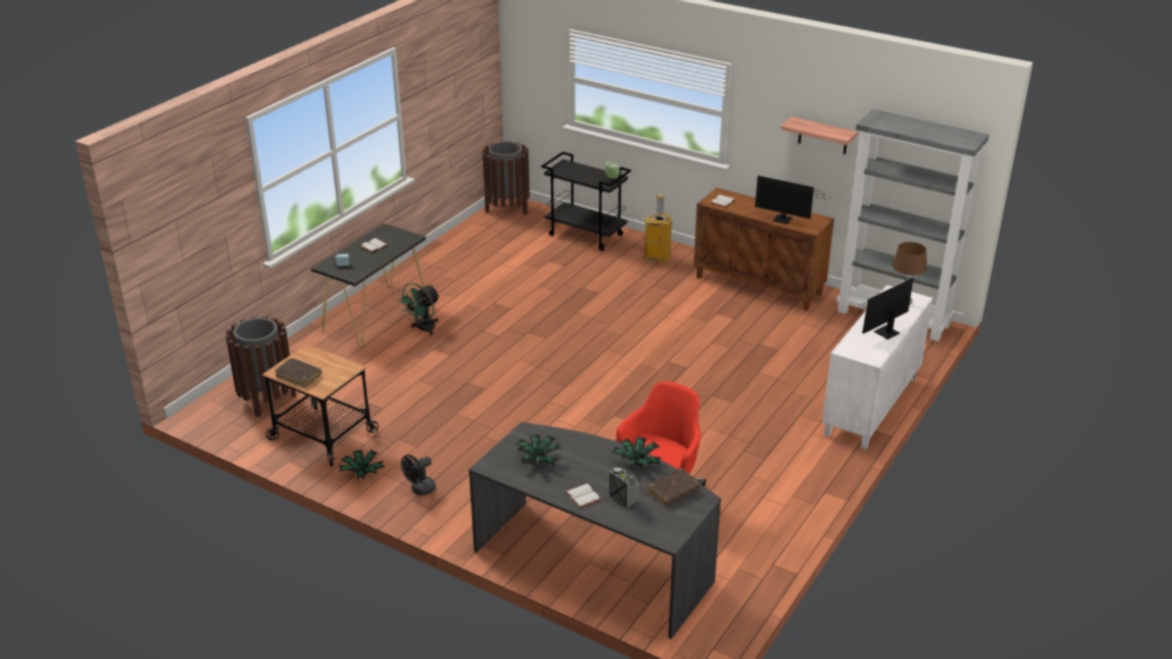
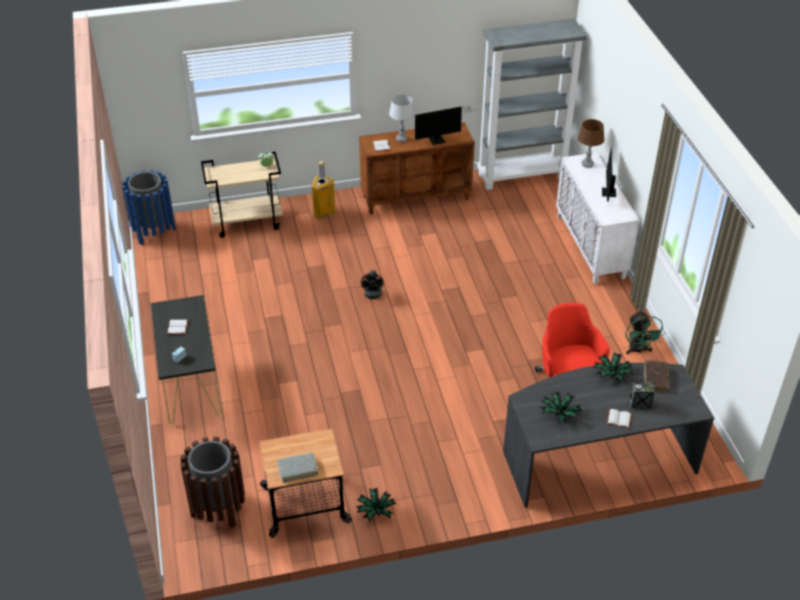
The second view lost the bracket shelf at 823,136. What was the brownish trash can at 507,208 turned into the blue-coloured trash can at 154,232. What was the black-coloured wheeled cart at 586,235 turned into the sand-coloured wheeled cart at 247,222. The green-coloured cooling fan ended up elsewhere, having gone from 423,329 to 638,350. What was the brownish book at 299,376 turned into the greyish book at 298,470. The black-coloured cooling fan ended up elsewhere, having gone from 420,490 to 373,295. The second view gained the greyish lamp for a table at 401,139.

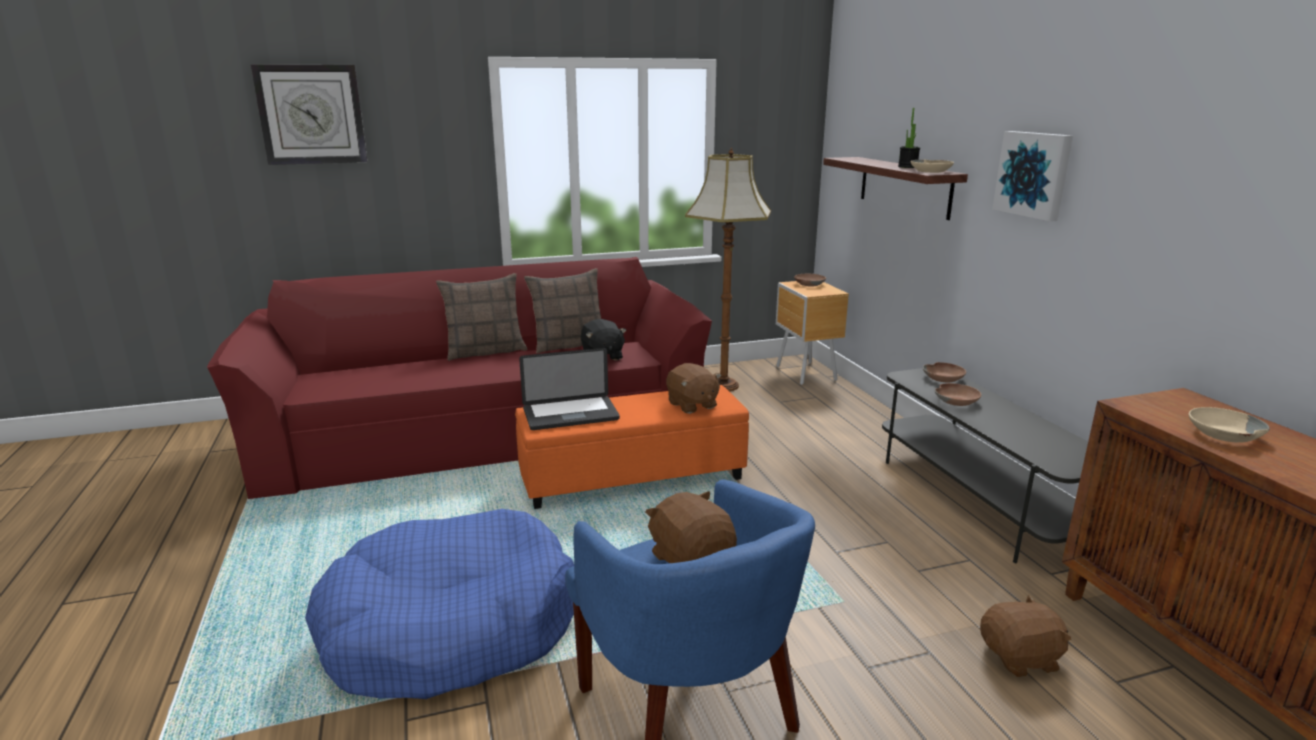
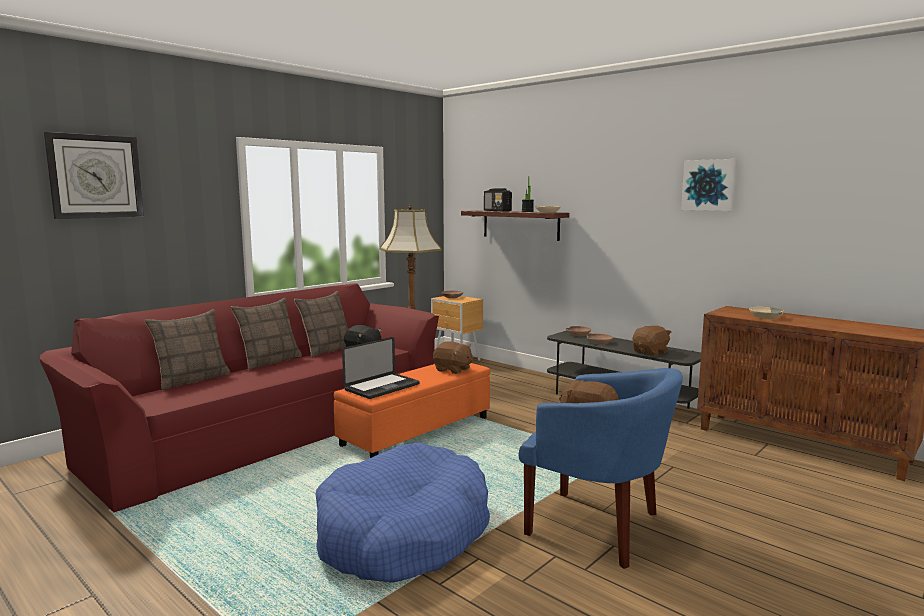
The wall picture ended up elsewhere, having gone from 1034,174 to 709,185. The brownish plush toy ended up elsewhere, having gone from 1020,658 to 650,352. The second view gained the radio set at 497,211. The second view gained the throw pillow at 192,380.

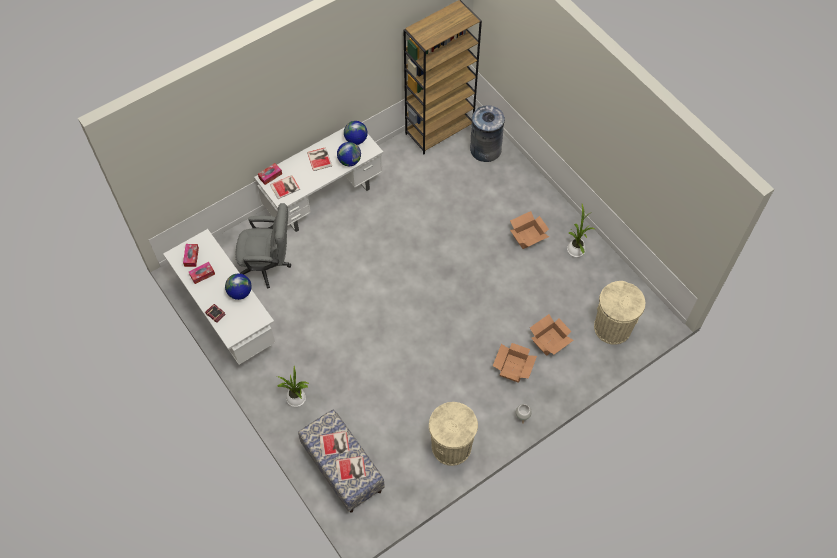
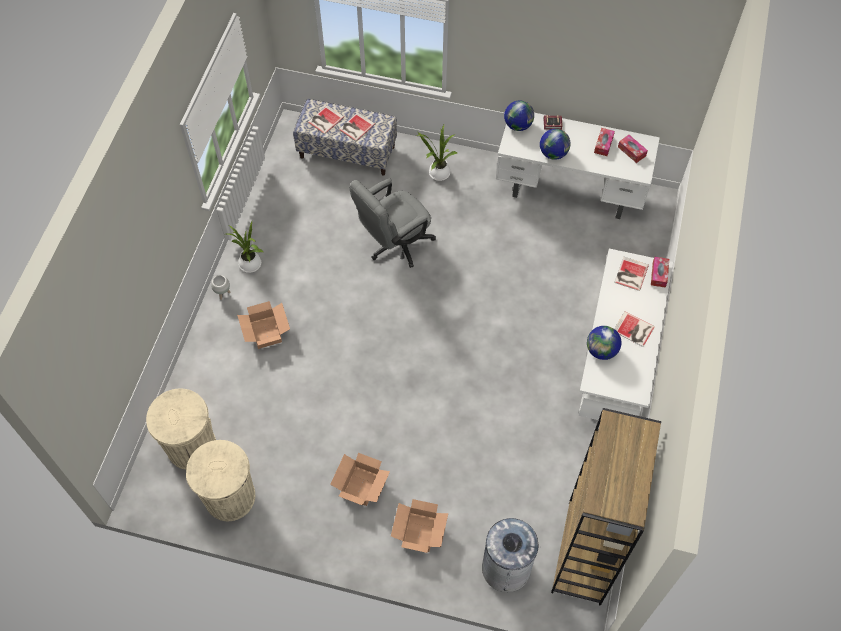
The desk globe ended up elsewhere, having gone from 356,140 to 518,125. The greyish desk chair ended up elsewhere, having gone from 268,266 to 394,245. The plant in a pot ended up elsewhere, having gone from 576,248 to 251,265. The cardboard box ended up elsewhere, having gone from 549,341 to 420,532. The sand-coloured trash can ended up elsewhere, having gone from 451,446 to 230,497.

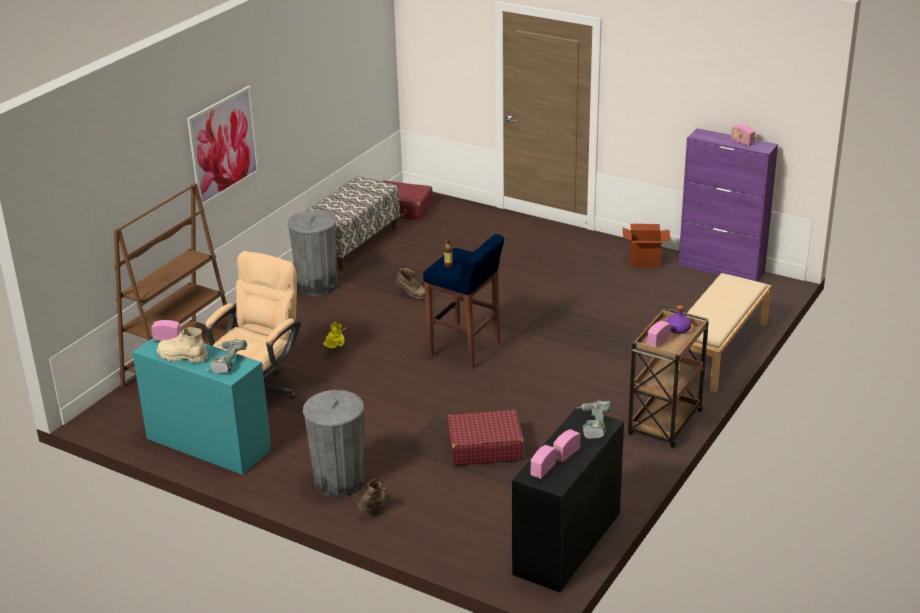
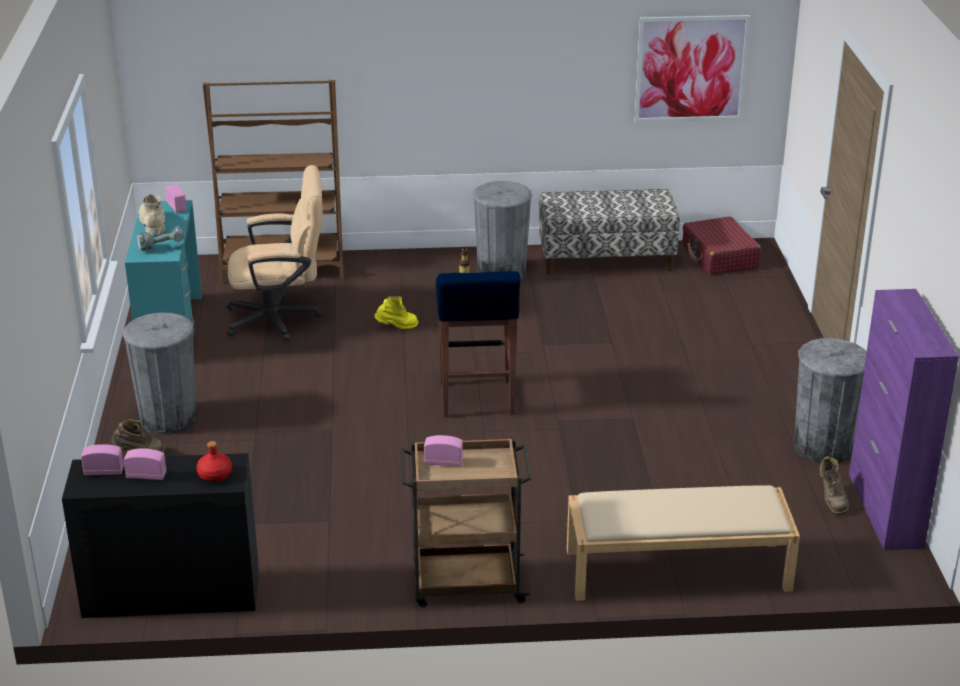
The wall picture ended up elsewhere, having gone from 223,146 to 691,68. The second view lost the radio set at 742,143. Where the cardboard box stood at 644,261, the greyish trash can came to stand at 822,447. The brownish tall boot ended up elsewhere, having gone from 411,294 to 832,500. The second view lost the purple-coloured bottle at 677,329. Where the drill stood at 592,426, the red bottle came to stand at 214,474. The second view lost the red suitcase at 484,447.

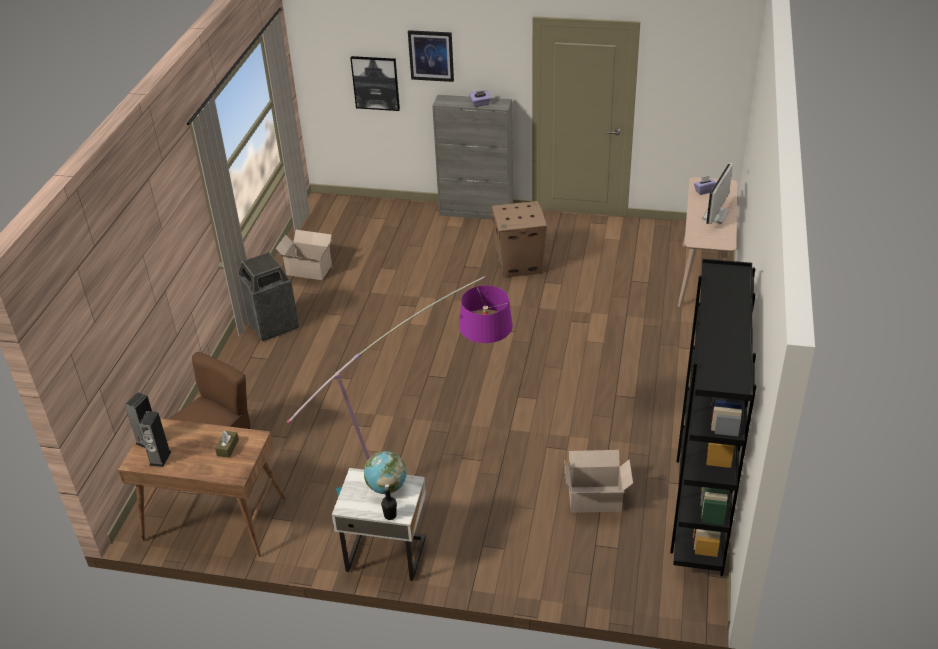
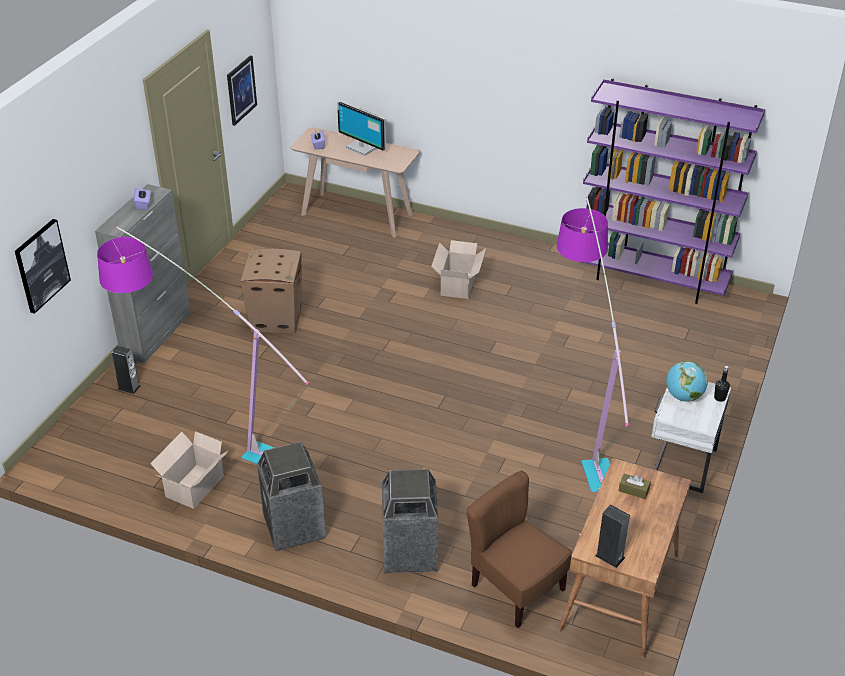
The wall picture ended up elsewhere, having gone from 431,55 to 241,90. What was the black-coloured bookshelf at 699,508 turned into the purple-coloured bookshelf at 651,280. The loudspeaker ended up elsewhere, having gone from 160,458 to 129,387. The cardboard box ended up elsewhere, having gone from 596,499 to 458,284. The second view gained the floor lamp at 202,432. The second view gained the trash can at 409,553.

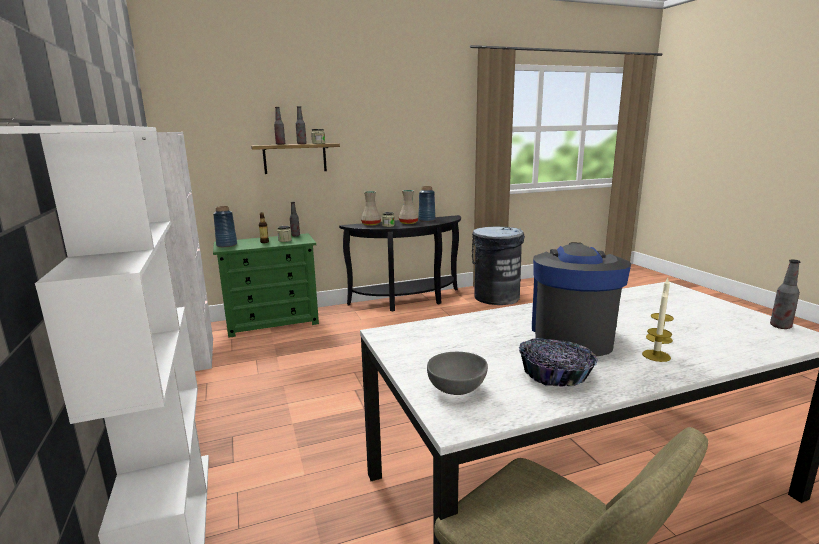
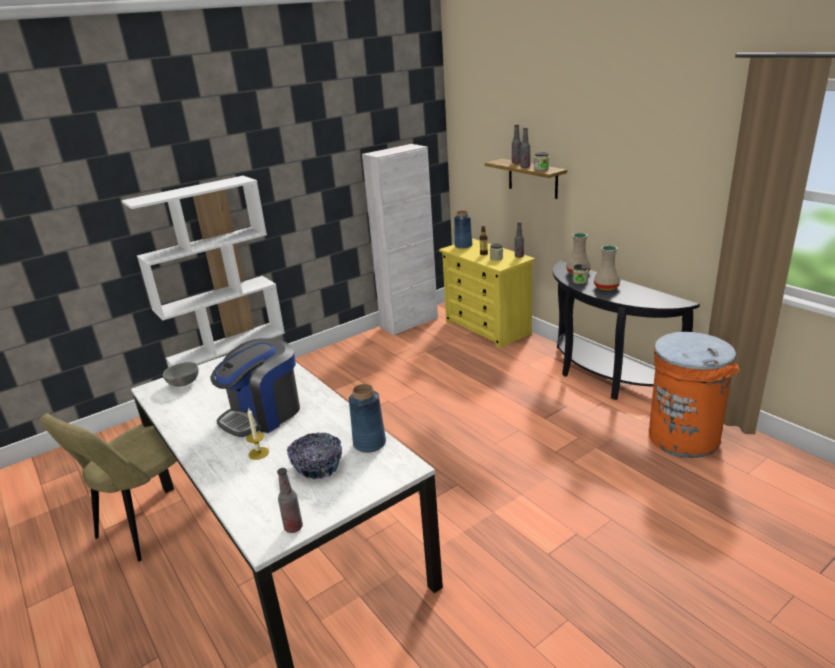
The blue-coloured decorative vase ended up elsewhere, having gone from 427,220 to 369,443. What was the greyish trash can at 496,297 turned into the orange trash can at 683,437. What was the green-coloured dresser at 273,322 turned into the yellow-coloured dresser at 487,328. The coffee maker at 571,335 ended up facing another way, 135 degrees clockwise from before. The second view lost the candle at 656,355. The deep dish ended up elsewhere, having gone from 555,375 to 317,466.

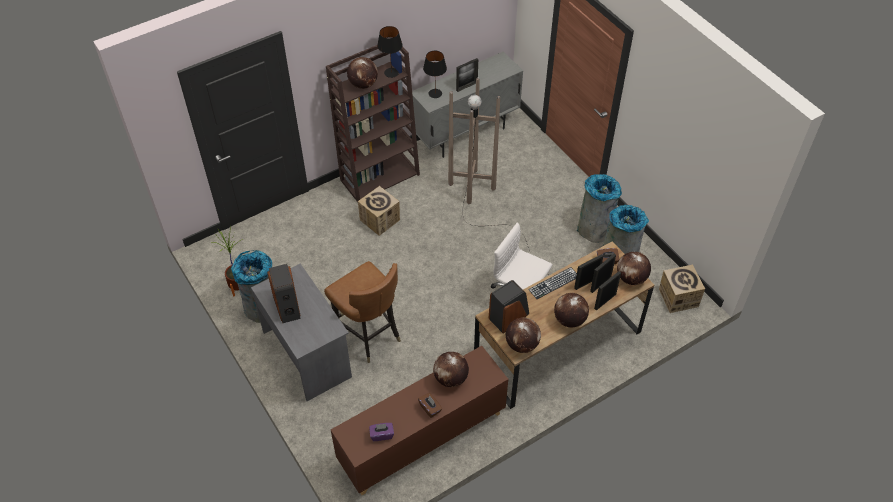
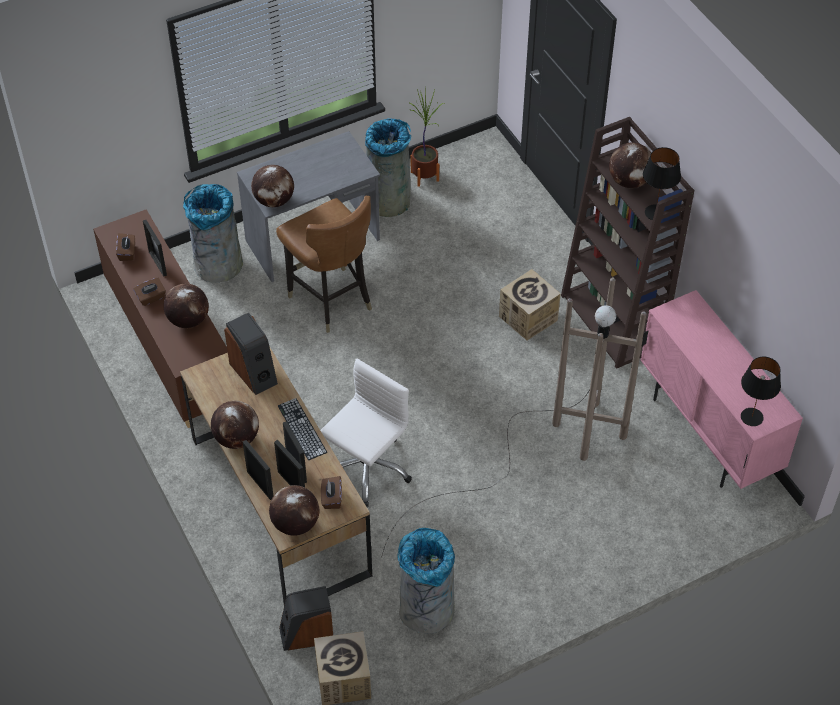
The black-coloured lamp for a table ended up elsewhere, having gone from 435,93 to 752,417. What was the greyish cabinet at 466,134 turned into the pinkish cabinet at 707,434. The standing frame ended up elsewhere, having gone from 467,86 to 157,263. The greyish trash can ended up elsewhere, having gone from 595,230 to 217,265. The brownish plain chair at 368,335 ended up facing another way, 90 degrees counterclockwise from before. The loudspeaker ended up elsewhere, having gone from 287,306 to 307,634. The desk globe ended up elsewhere, having gone from 522,344 to 274,201. What was the purple-coloured tissue box at 382,435 turned into the brownish tissue box at 127,252.

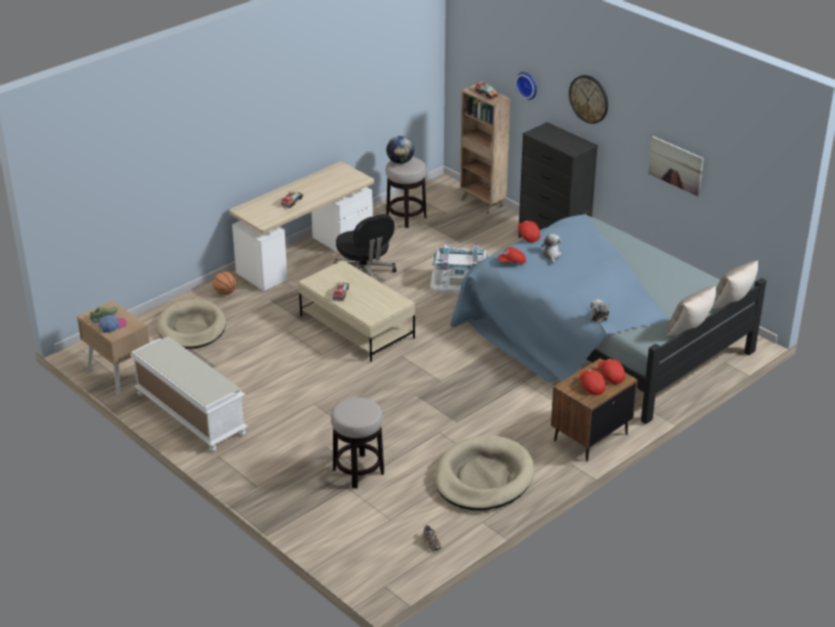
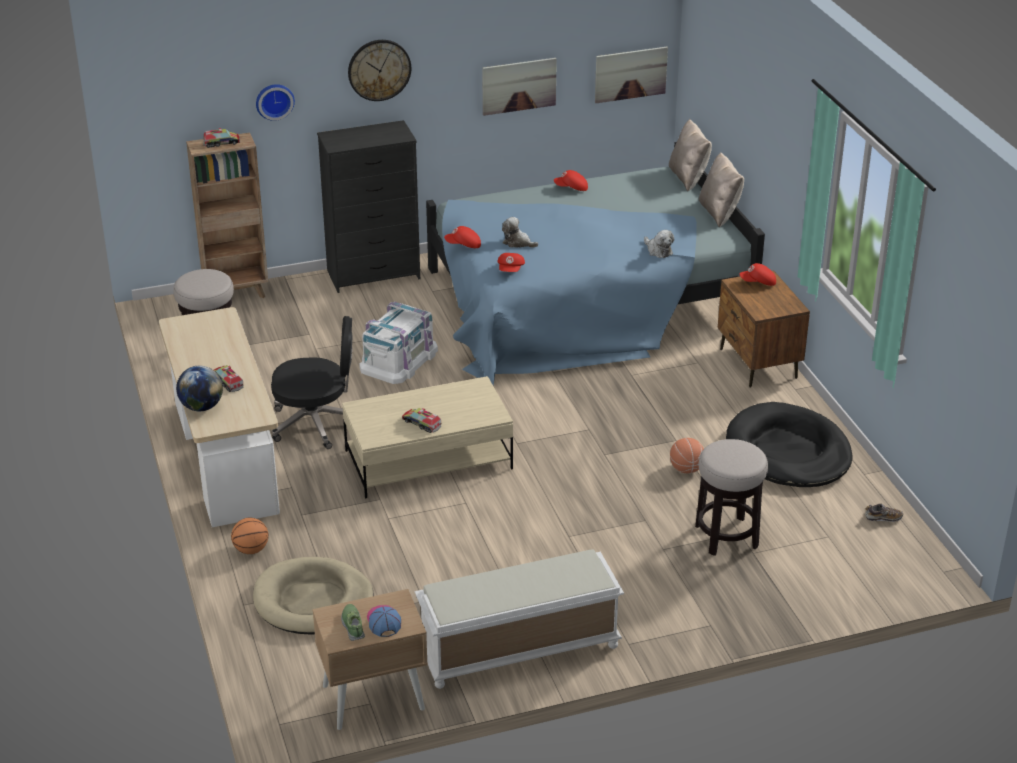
The desk globe ended up elsewhere, having gone from 400,162 to 201,407. The red peaked cap ended up elsewhere, having gone from 591,386 to 571,188. What was the sand-coloured dog cushion at 483,478 turned into the black-coloured dog cushion at 788,451. The second view gained the wall picture at 630,74. The second view gained the ball for basketball at 686,469.

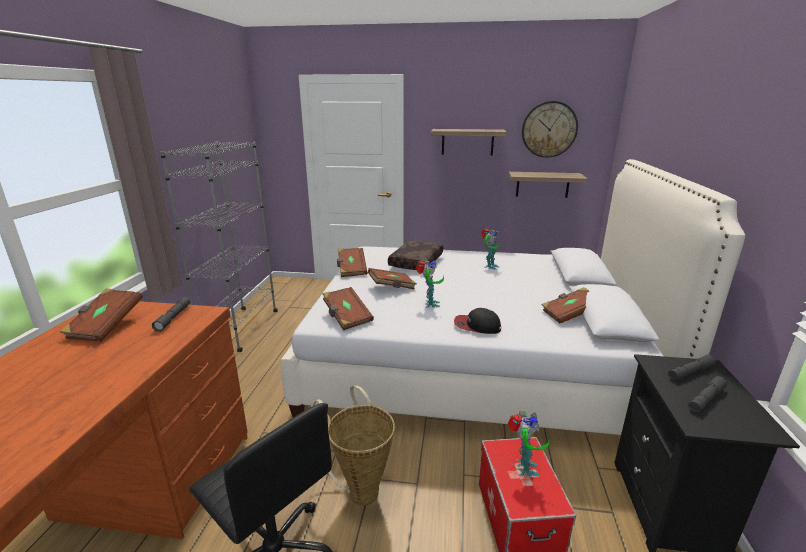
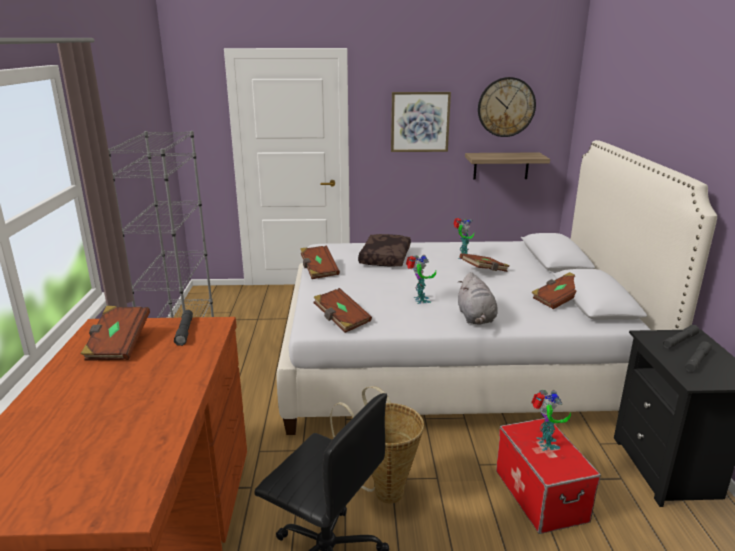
Where the bracket shelf hung at 467,142, the wall picture came to hang at 420,122. The brownish book ended up elsewhere, having gone from 392,287 to 484,271. Where the peaked cap stood at 477,326, the greyish plush toy came to stand at 476,318.

